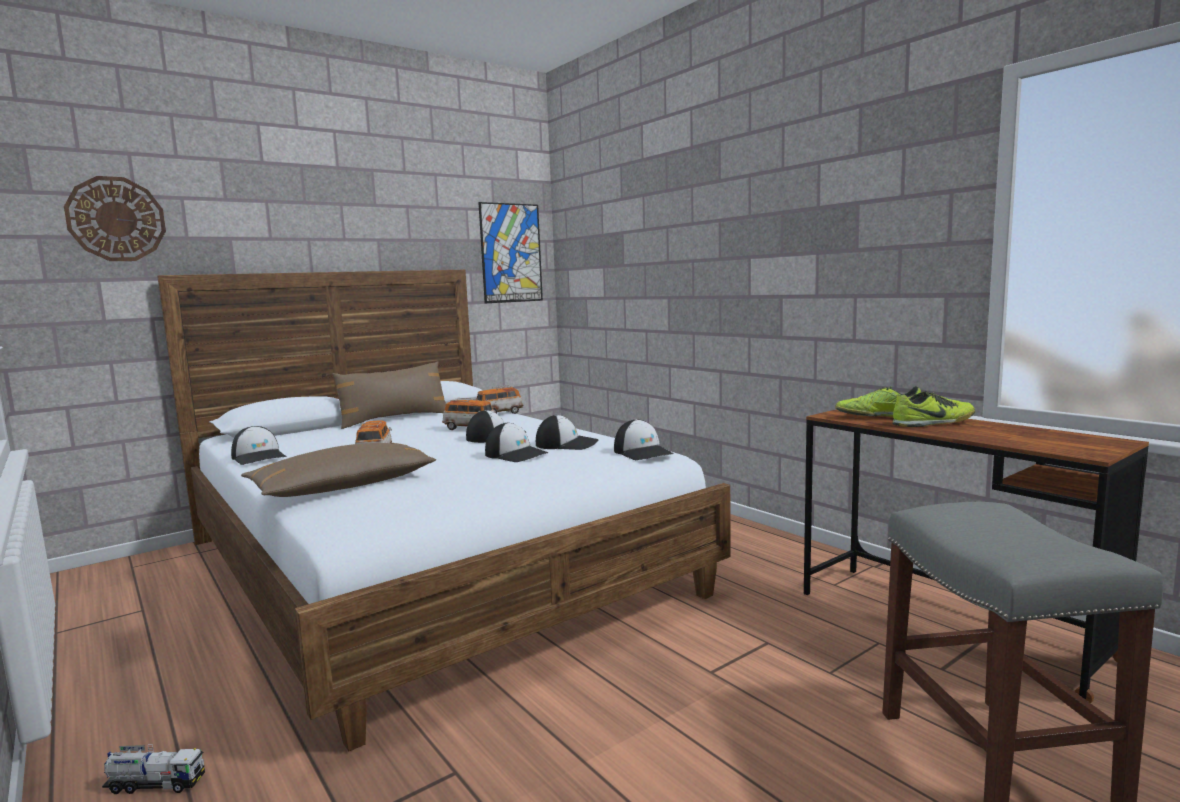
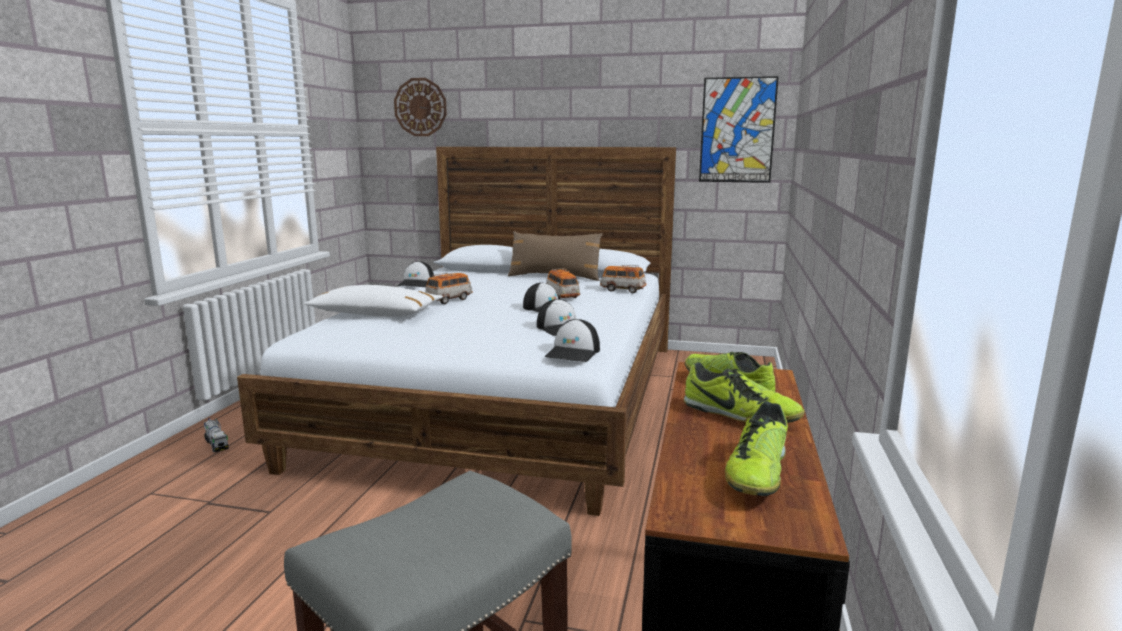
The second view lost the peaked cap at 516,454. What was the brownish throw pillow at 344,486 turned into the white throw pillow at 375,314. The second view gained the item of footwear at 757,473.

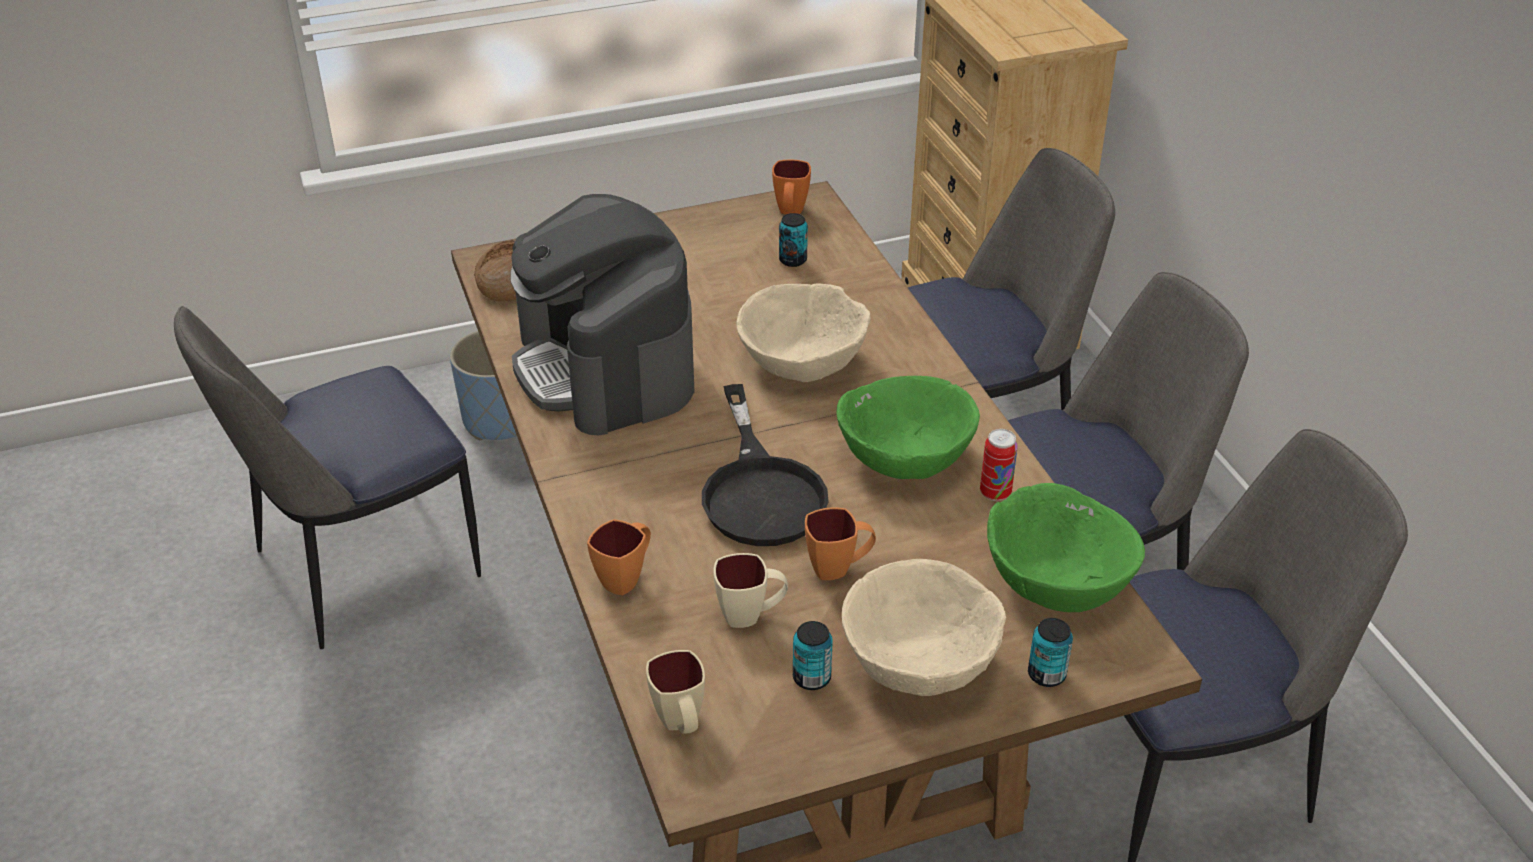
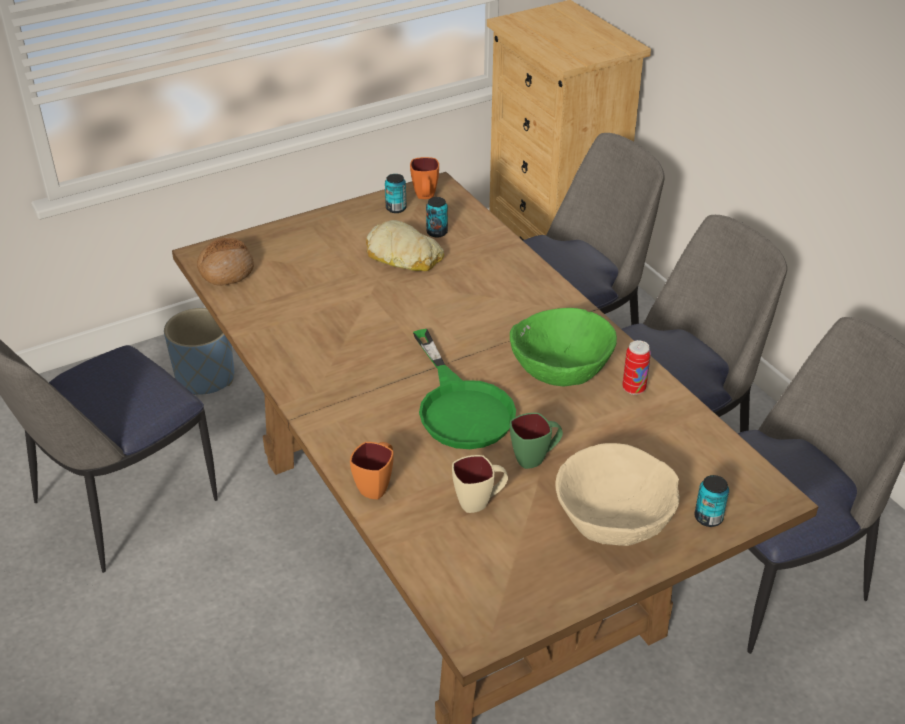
The second view lost the coffee maker at 606,368. The second view lost the sand-coloured deep dish at 802,362. What was the black-coloured frying pan at 760,489 turned into the green-coloured frying pan at 460,406. The second view lost the green-coloured deep dish at 1058,580. What was the orange tea mug at 839,568 turned into the green-coloured tea mug at 535,458. The sealed can ended up elsewhere, having gone from 811,678 to 396,208. The second view lost the sand-coloured tea mug at 681,725. The second view gained the bakery bread at 403,256.

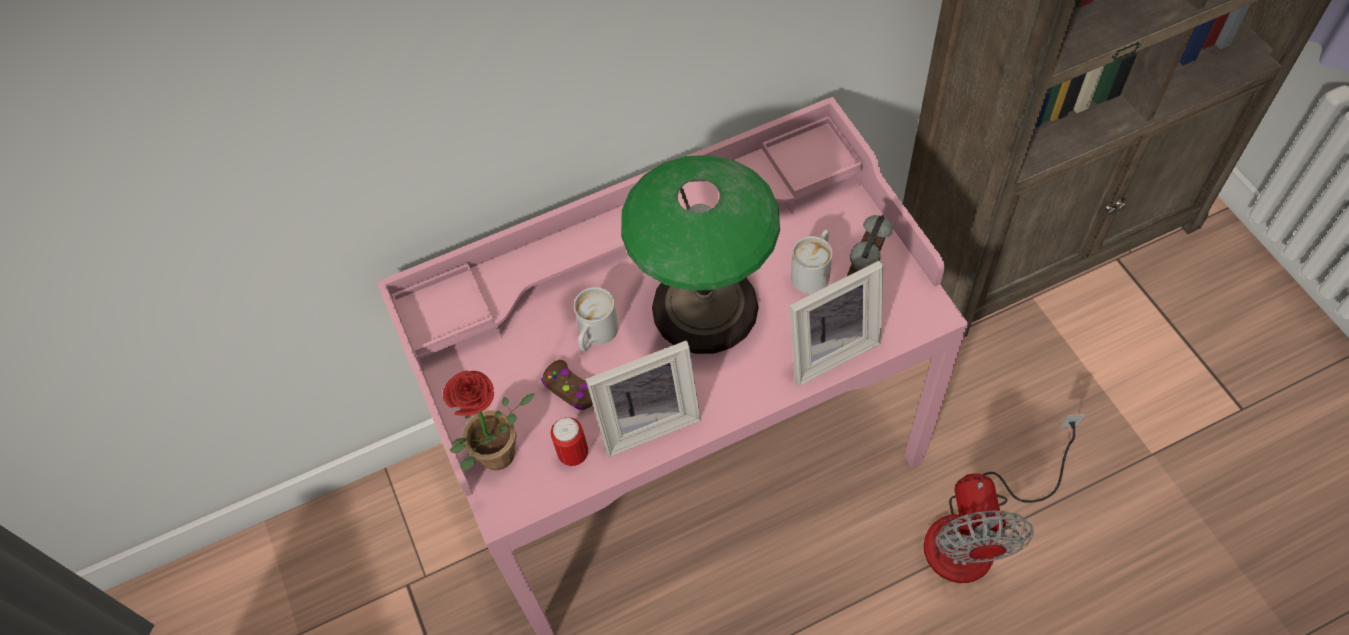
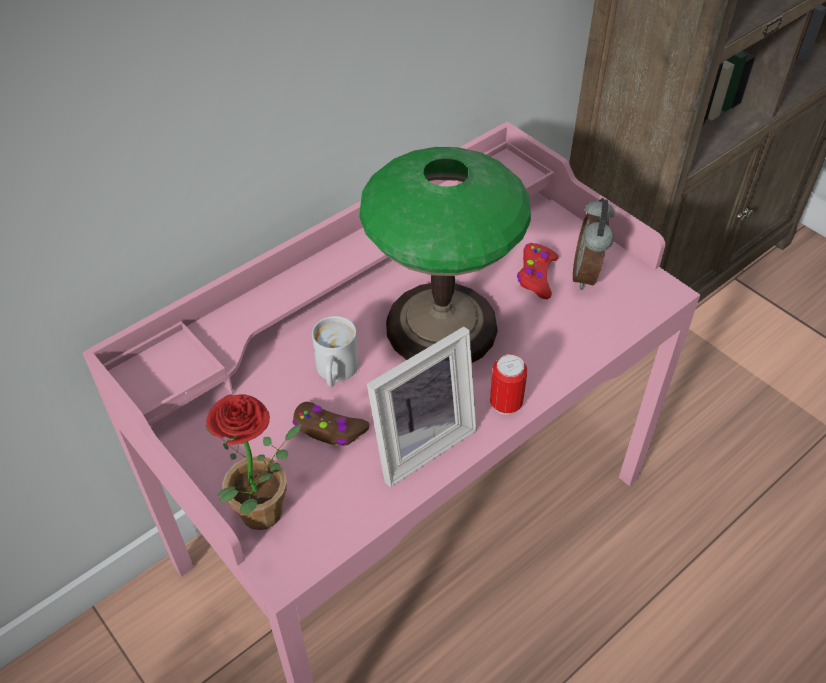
Where the white tea mug stood at 813,271, the red game controller came to stand at 536,276. The second view lost the standing frame at 828,348. The second view lost the cooling fan at 977,531. The sealed can ended up elsewhere, having gone from 573,454 to 505,404.

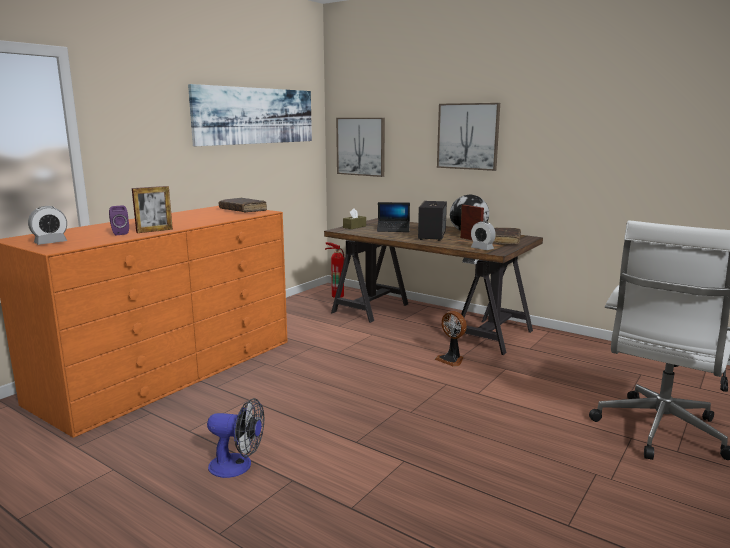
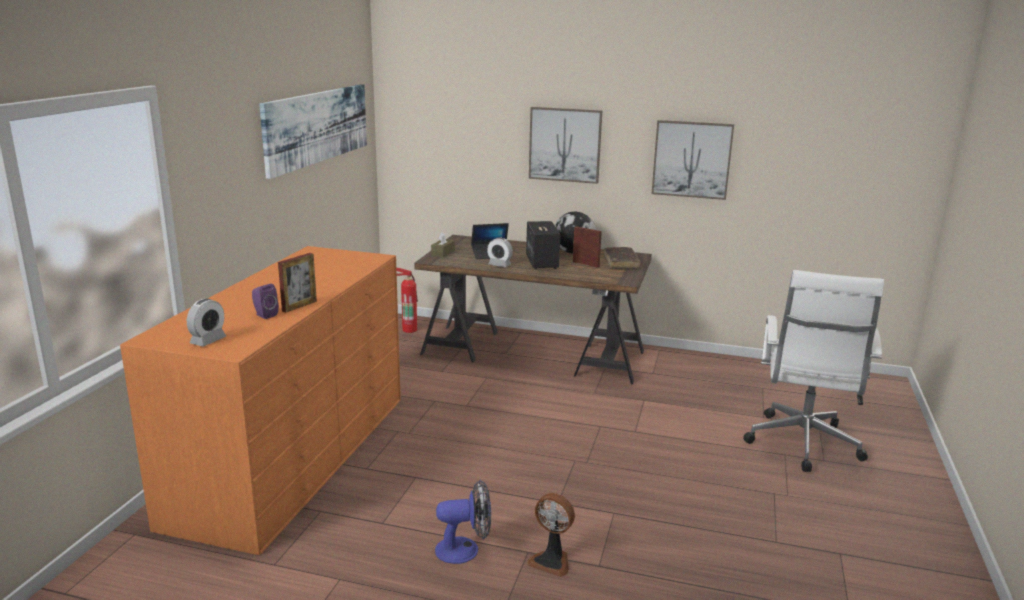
The wall picture ended up elsewhere, having gone from 361,146 to 692,159. The second view lost the brownish book at 243,210. The table clock ended up elsewhere, having gone from 482,248 to 499,265. The cooling fan ended up elsewhere, having gone from 451,360 to 551,561.

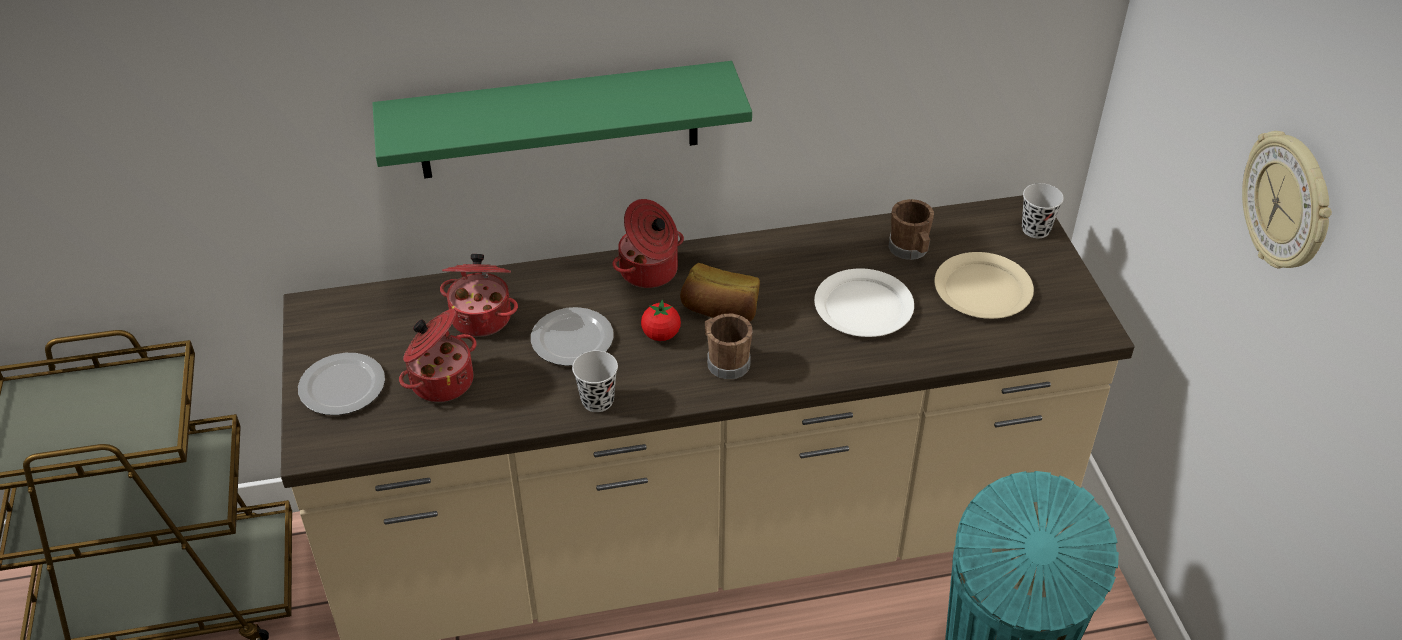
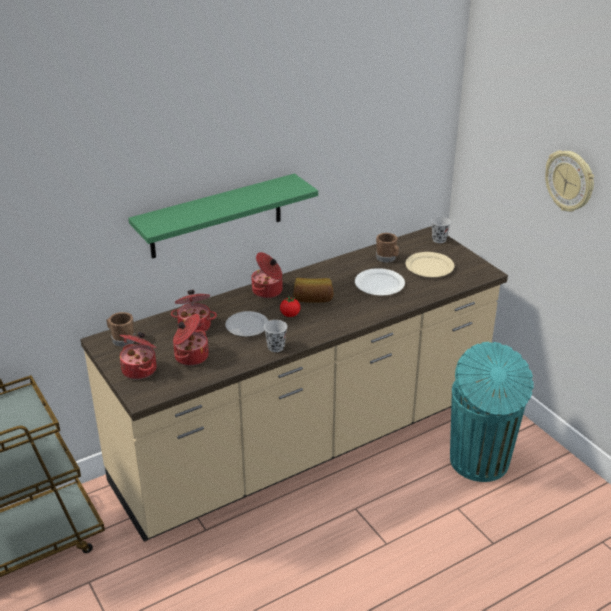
The brownish tea mug ended up elsewhere, having gone from 725,361 to 121,339. Where the plate stood at 343,386, the cooking pot came to stand at 140,369.

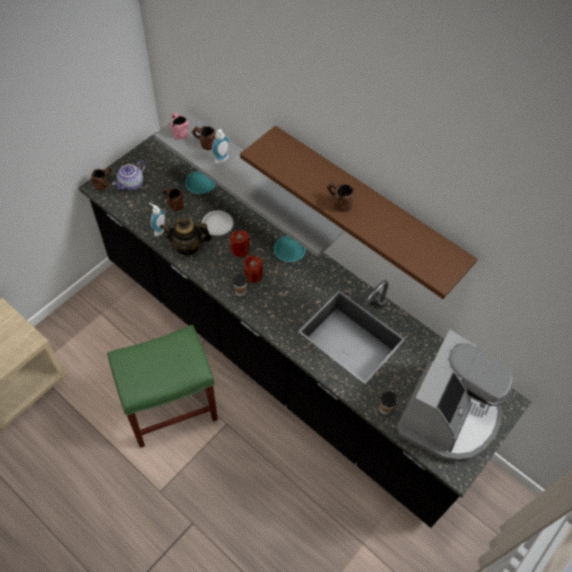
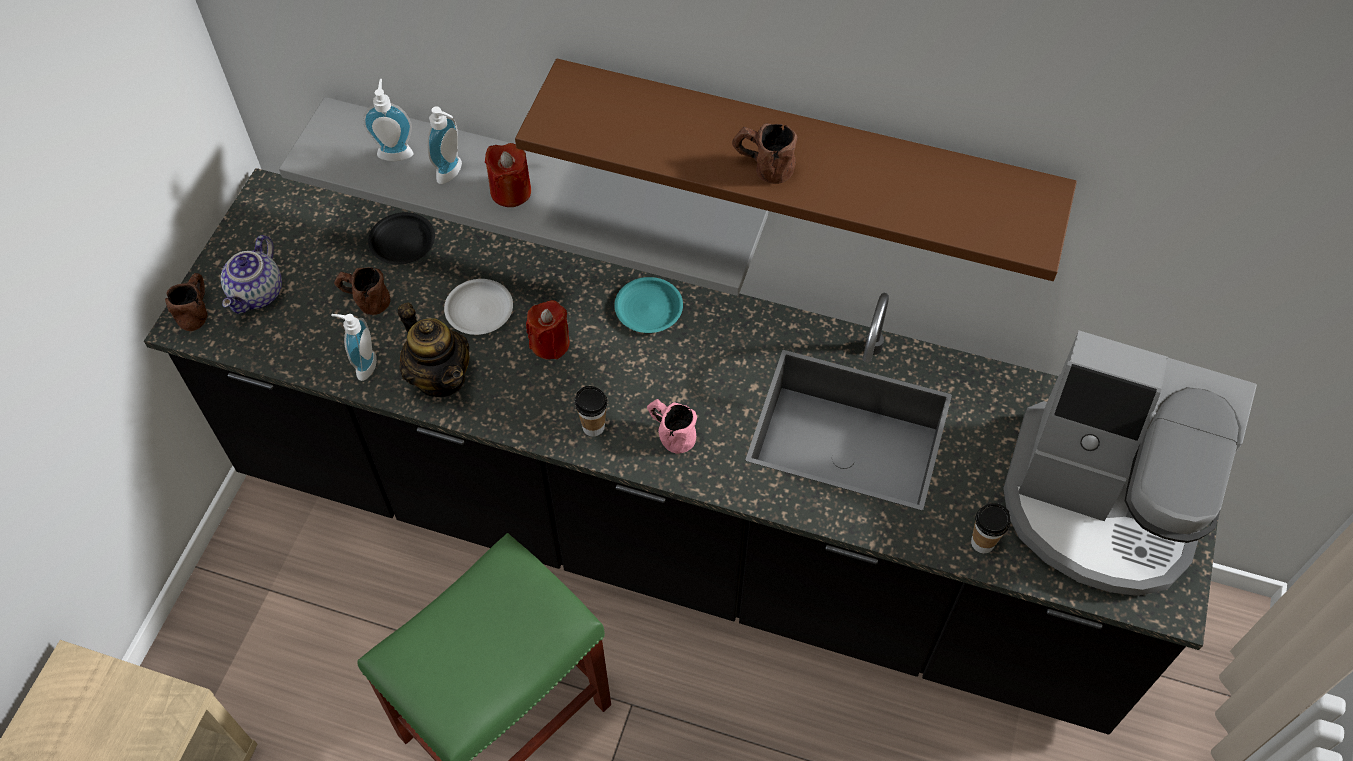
The pinkish tea mug ended up elsewhere, having gone from 178,131 to 669,433. Where the brownish tea mug stood at 204,143, the soap dispenser came to stand at 395,151. What was the turquoise-coloured plate at 200,184 turned into the black-coloured plate at 403,242. The pot for tea at 187,246 ended up facing another way, 105 degrees counterclockwise from before. The red candle ended up elsewhere, having gone from 253,275 to 510,191. The coffee maker at 448,415 ended up facing another way, 105 degrees clockwise from before.

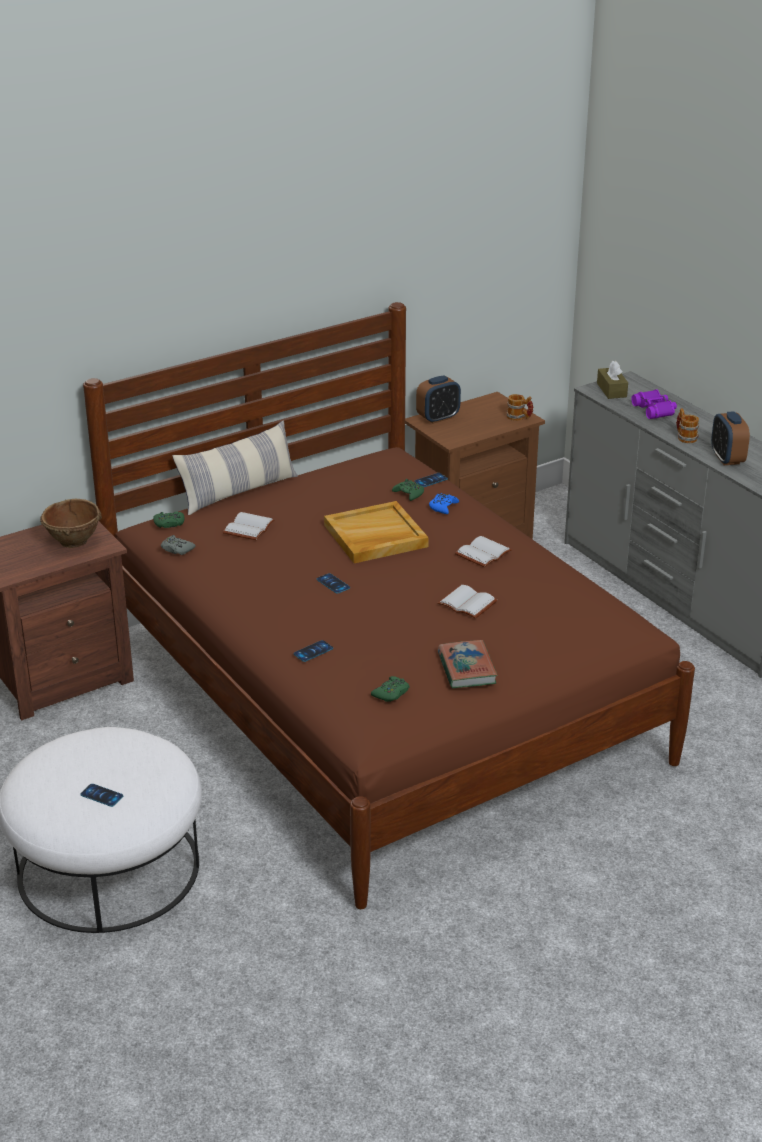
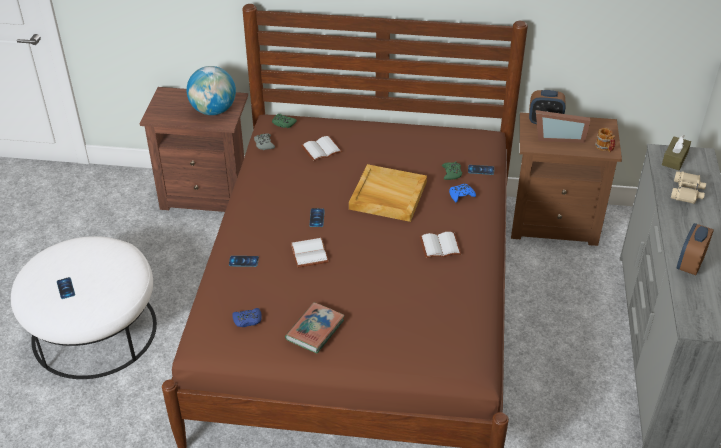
What was the purple-coloured pair of binoculars at 655,410 turned into the sand-coloured pair of binoculars at 687,192. The second view lost the tea mug at 685,437. The second view lost the throw pillow at 238,492. Where the brownish deep dish stood at 74,541, the desk globe came to stand at 213,111. The white book ended up elsewhere, having gone from 468,603 to 310,253. What was the green-coloured game controller at 391,693 turned into the blue-coloured game controller at 247,320. The second view gained the standing frame at 558,137.

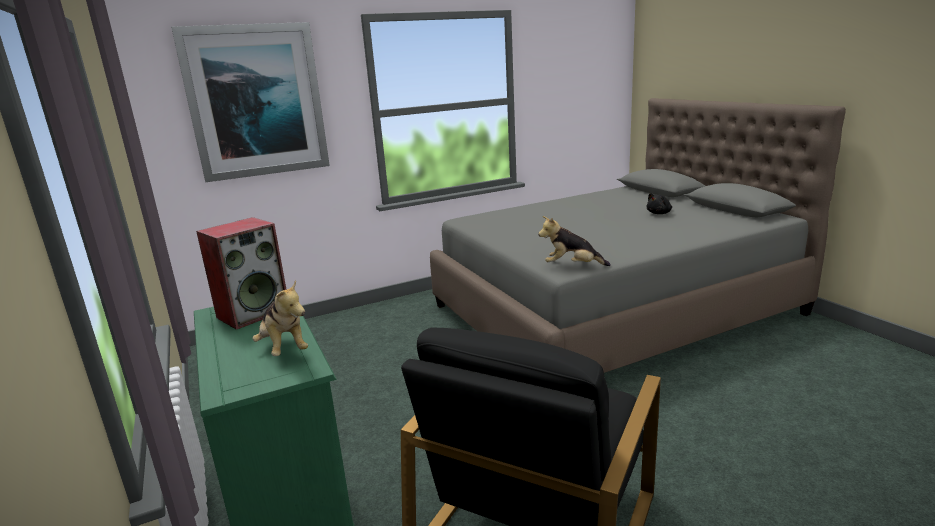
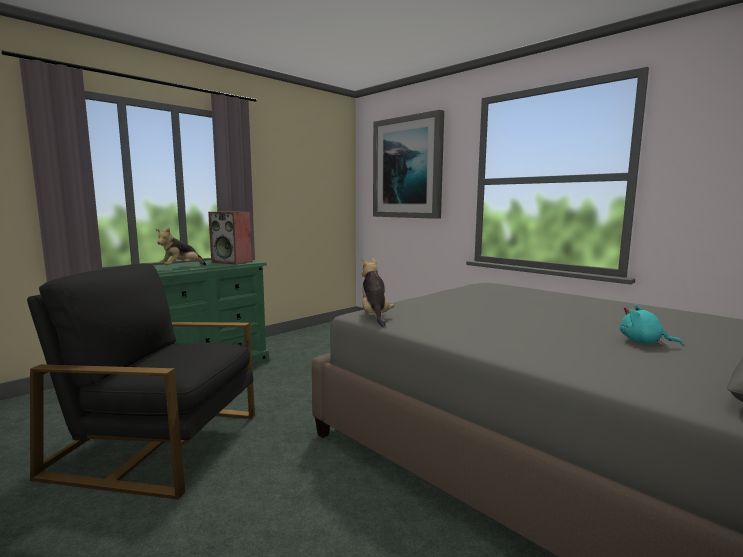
What was the black-coloured plush toy at 659,213 turned into the turquoise-coloured plush toy at 643,342.

